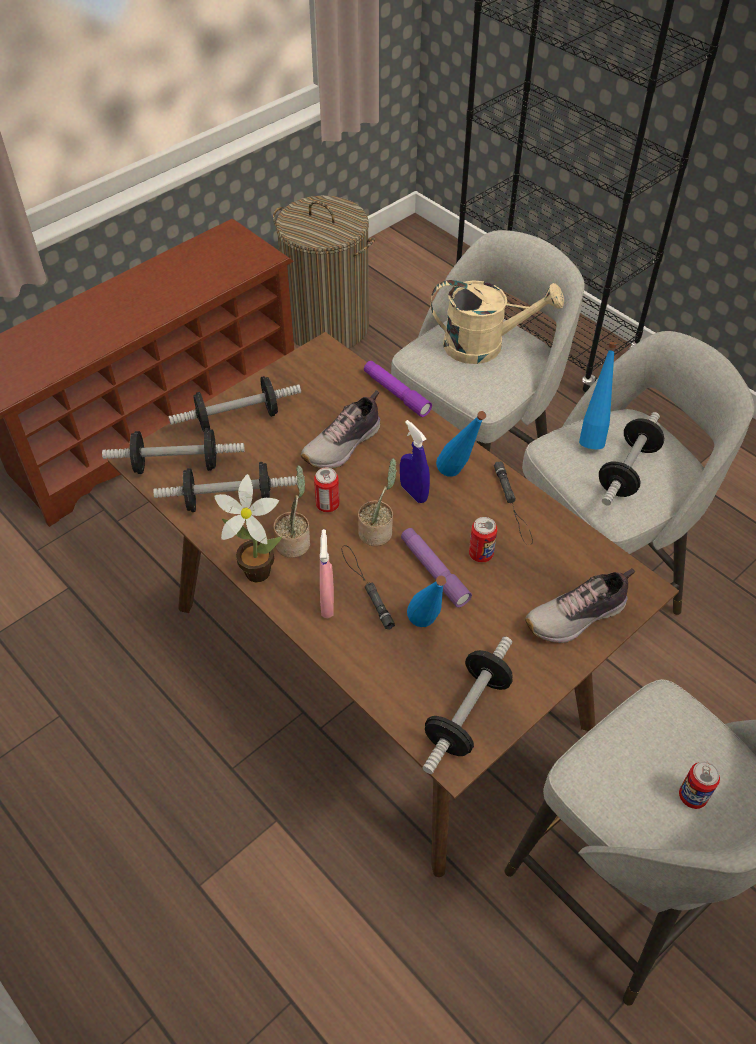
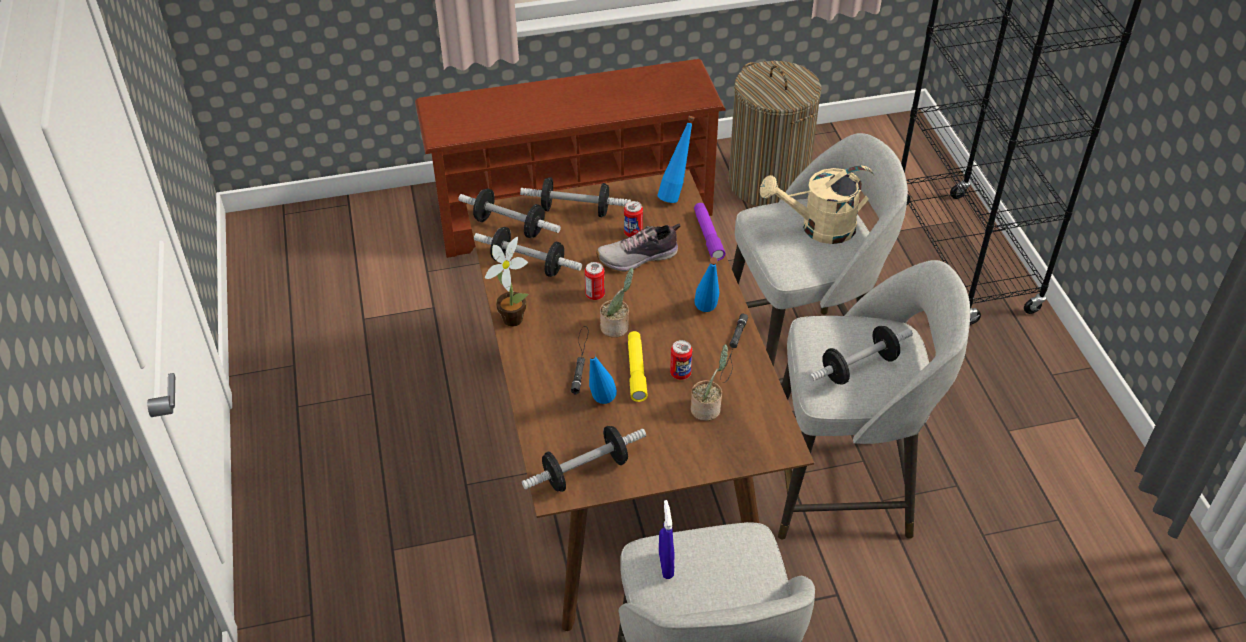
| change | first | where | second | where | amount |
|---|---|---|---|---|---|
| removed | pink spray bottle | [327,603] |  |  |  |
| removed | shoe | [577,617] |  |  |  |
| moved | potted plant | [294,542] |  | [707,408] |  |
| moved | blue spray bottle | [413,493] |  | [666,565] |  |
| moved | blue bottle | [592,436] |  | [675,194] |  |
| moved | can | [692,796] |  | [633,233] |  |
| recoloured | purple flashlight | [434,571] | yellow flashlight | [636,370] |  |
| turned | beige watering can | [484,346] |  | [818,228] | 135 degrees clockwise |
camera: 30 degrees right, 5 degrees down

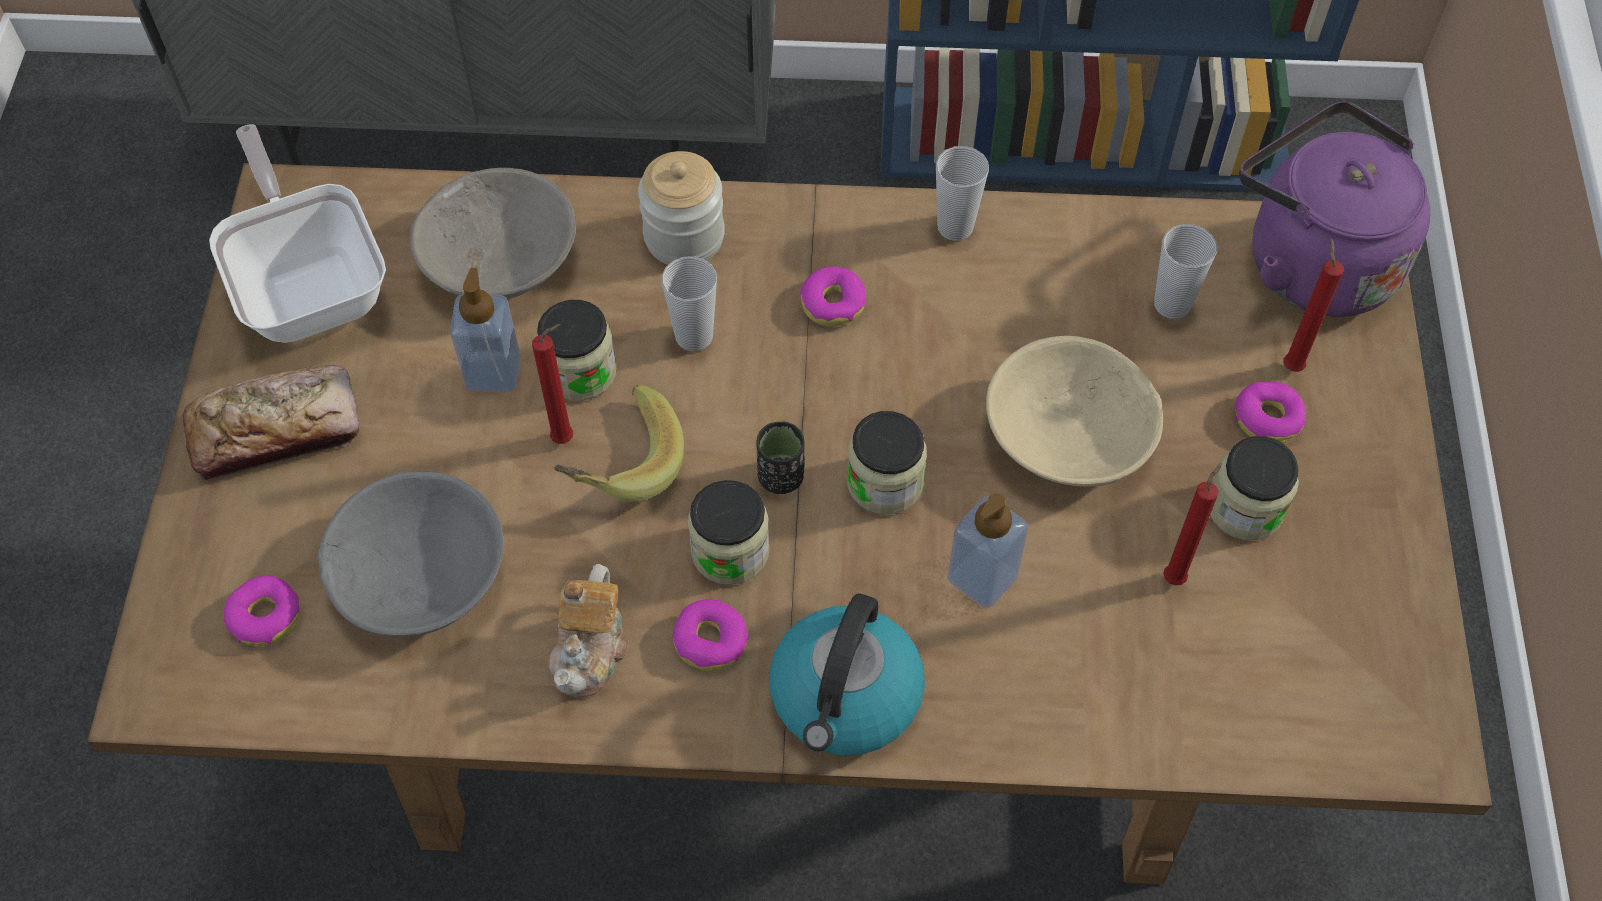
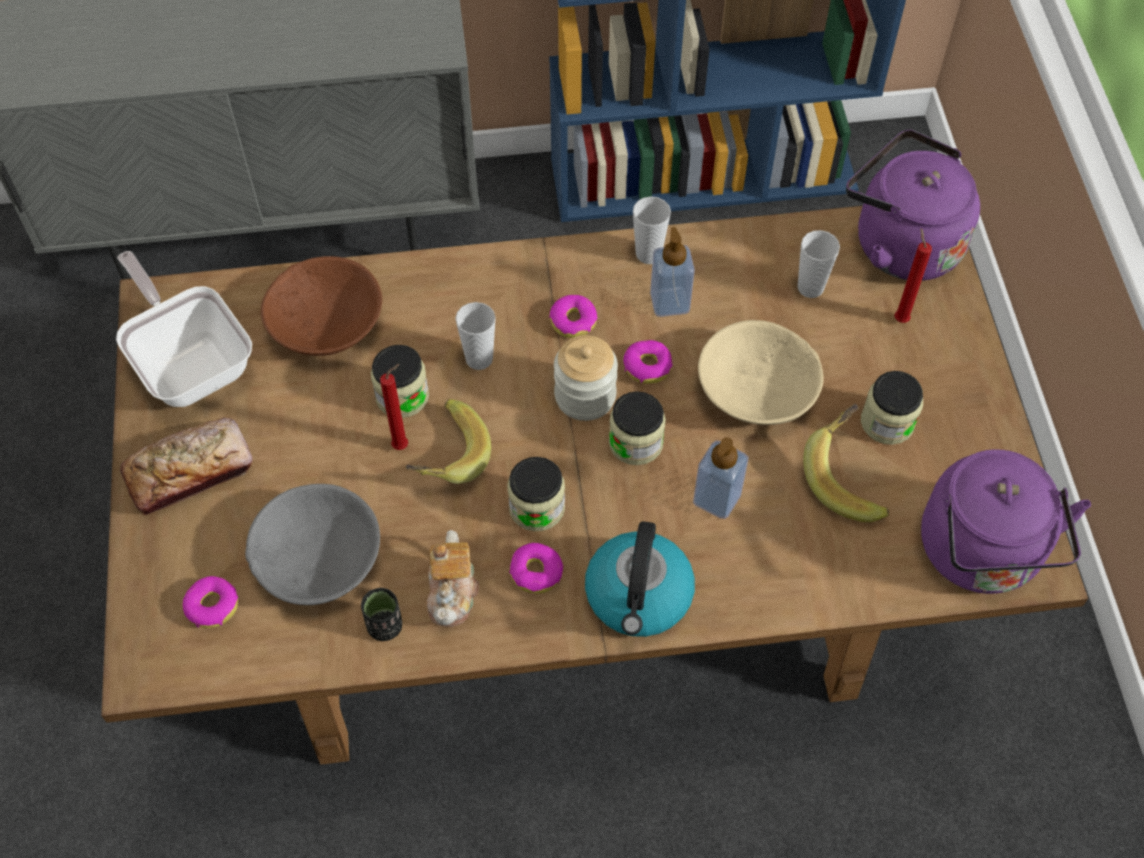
| change | first | where | second | where | amount |
|---|---|---|---|---|---|
| added |  |  | purple kettle | [982,555] |  |
| moved | soap dispenser | [493,372] |  | [669,302] |  |
| moved | jar | [684,237] |  | [585,396] |  |
| moved | black cup | [781,476] |  | [385,626] |  |
| moved | donut | [1267,418] |  | [647,366] |  |
| replaced | red candle | [1176,576] | banana | [849,477] |  |
| recoloured | grey bowl | [500,260] | brown bowl | [326,324] |  |
camera: 10 degrees left, 0 degrees up

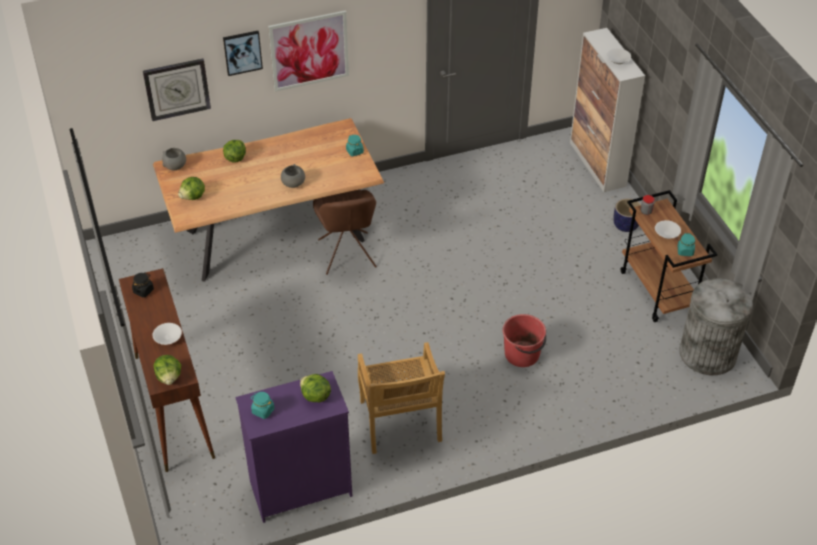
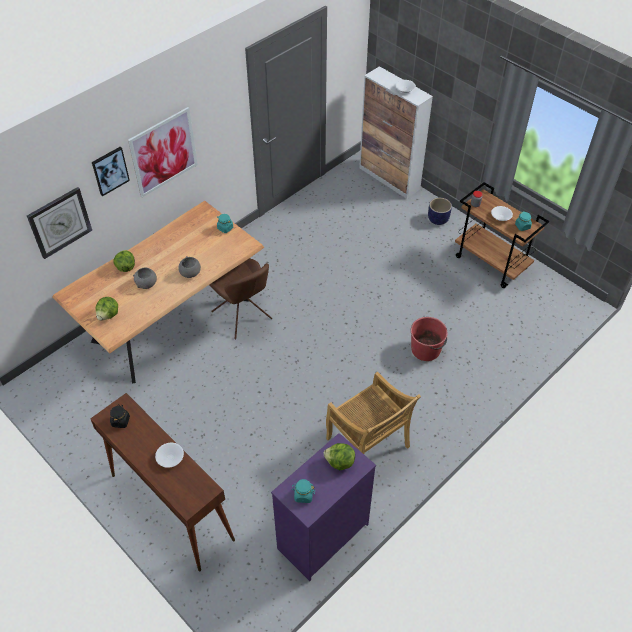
| change | first | where | second | where | amount |
|---|---|---|---|---|---|
| removed | lettuce | [169,377] |  |  |  |
| removed | grey trash can | [708,353] |  |  |  |
| moved | grey bowl | [175,166] |  | [147,284] |  |
camera: 25 degrees left, 5 degrees up

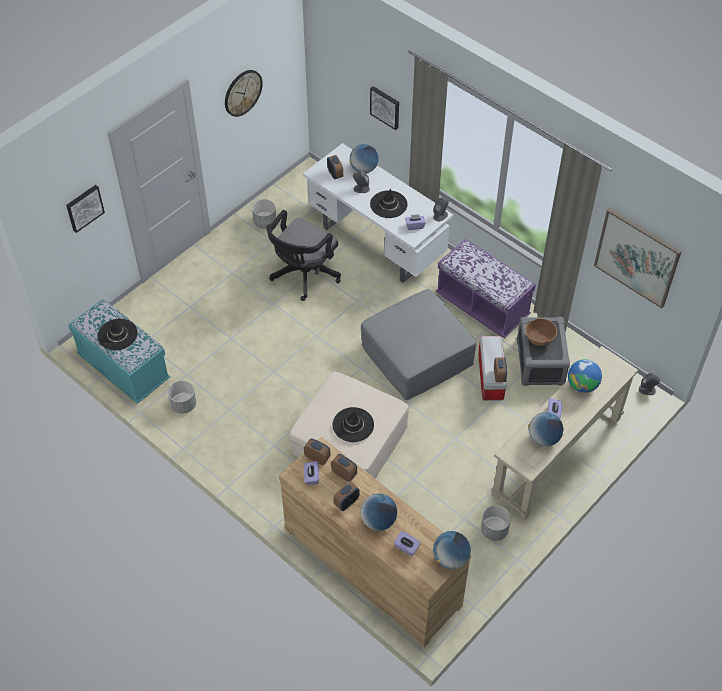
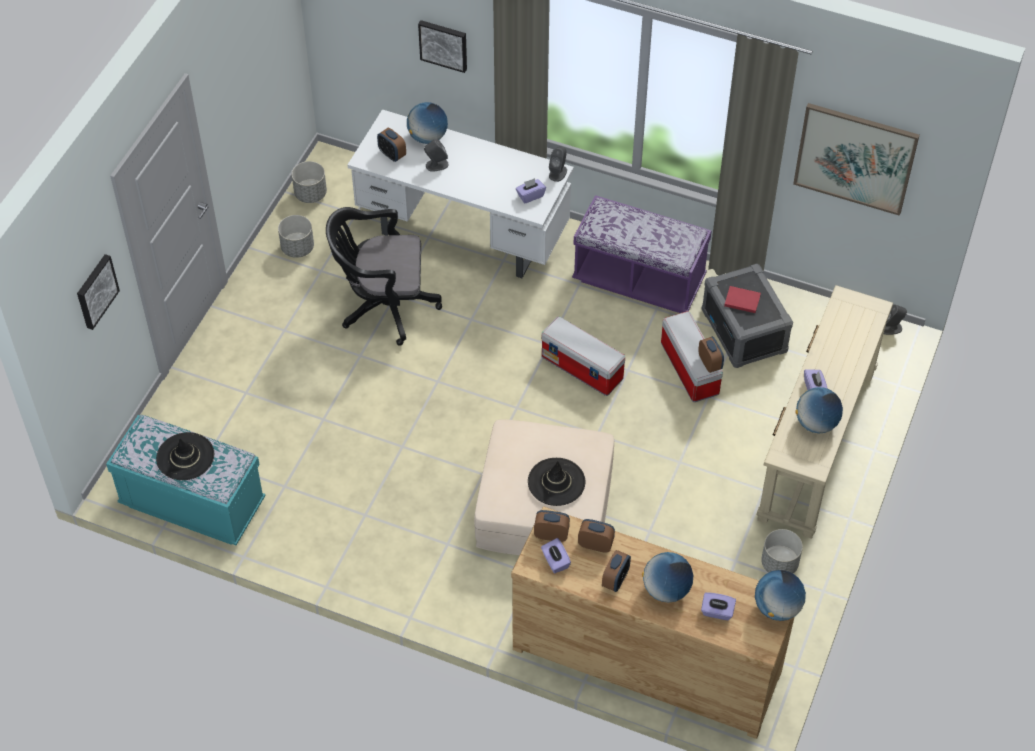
| change | first | where | second | where | amount |
|---|---|---|---|---|---|
| removed | wall clock | [242,92] |  |  |  |
| removed | black hat | [388,204] |  |  |  |
| removed | globe | [582,385] |  |  |  |
| moved | grey planter | [183,404] |  | [310,194] |  |
| replaced | grey ottoman | [417,355] | storage box | [583,368] |  |
| replaced | brown bowl | [539,338] | red book | [741,300] |  |
| turned | black office chair | [303,275] |  | [383,306] | 75 degrees clockwise |
camera: 20 degrees left, 0 degrees up

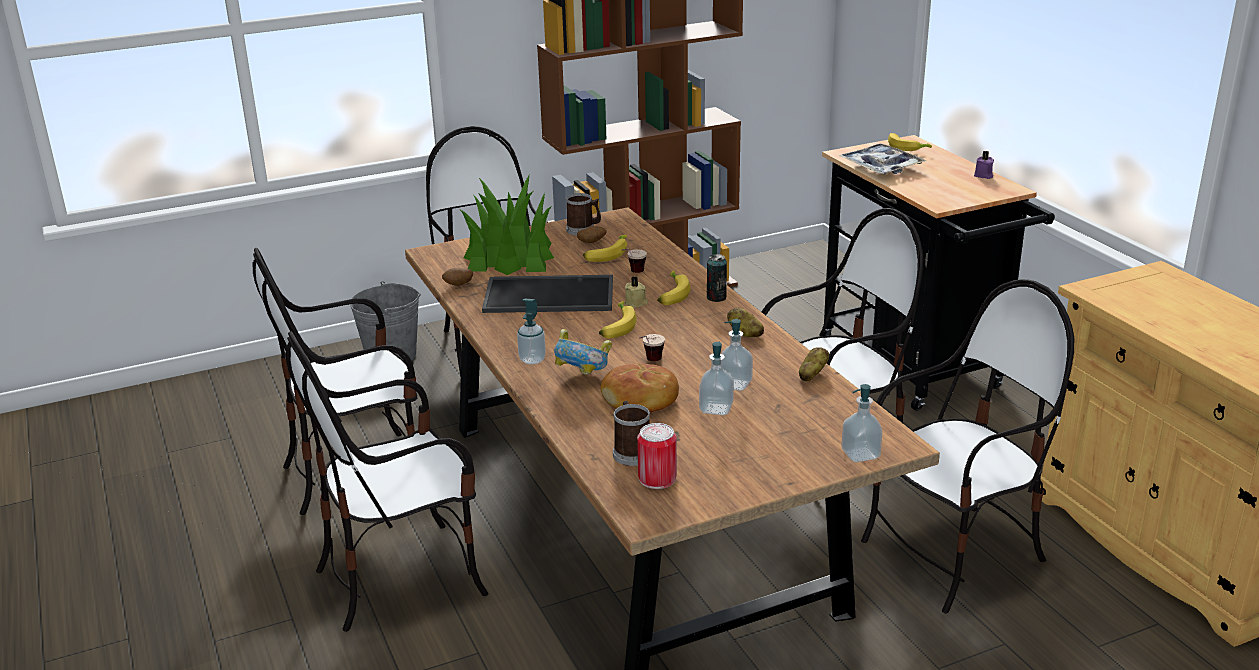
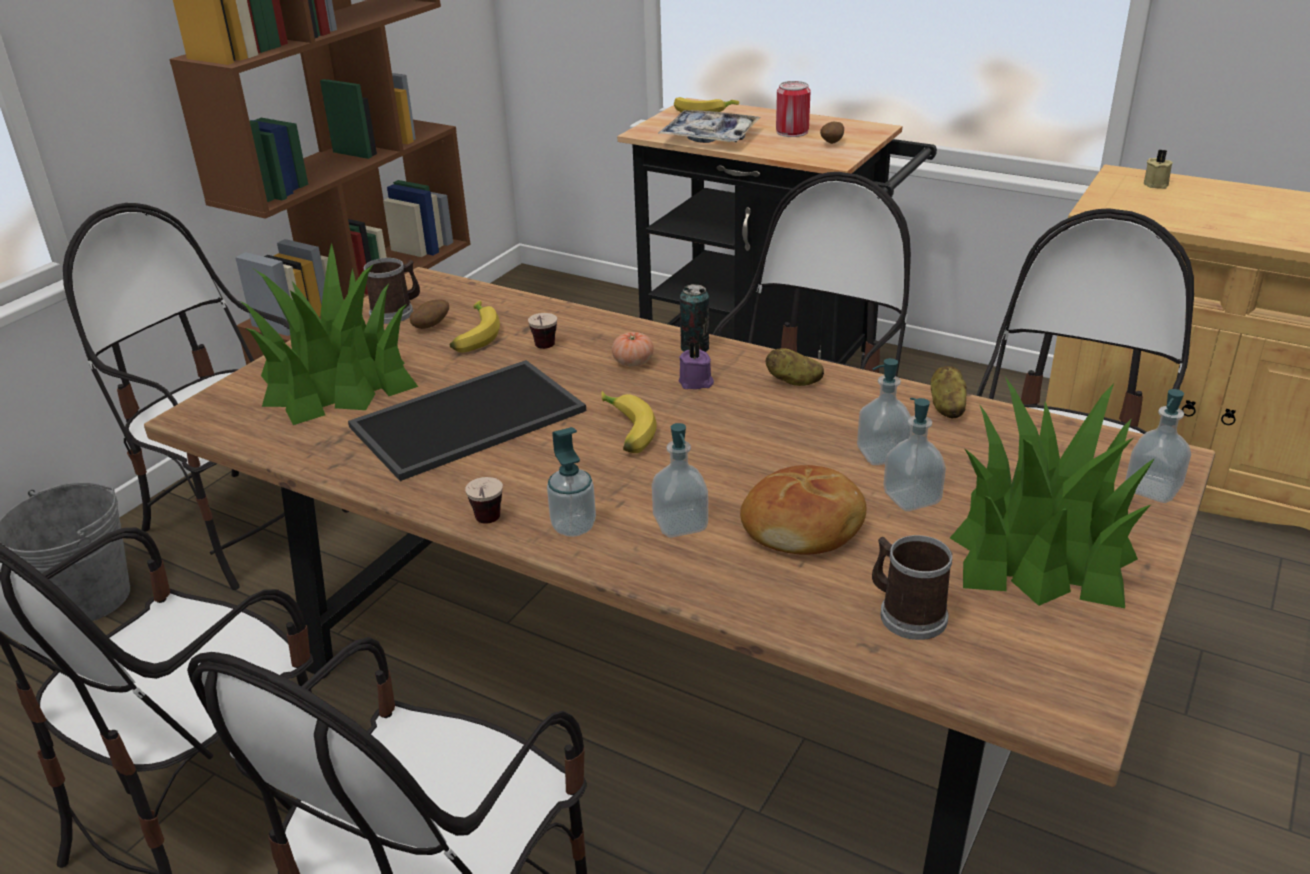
| change | first | where | second | where | amount |
|---|---|---|---|---|---|
| added |  |  | potted plant | [1041,546] |  |
| moved | potato | [458,285] |  | [832,143] |  |
| moved | beige candle | [636,303] |  | [1157,184] |  |
| moved | can | [657,478] |  | [792,132] |  |
| moved | cup | [649,362] |  | [487,526] |  |
| moved | purple candle | [983,175] |  | [696,383] |  |
| replaced | bowl | [582,377] | soap dispenser | [680,524] |  |
| replaced | banana | [671,294] | tomato | [633,362] |  |
camera: 35 degrees left, 5 degrees up

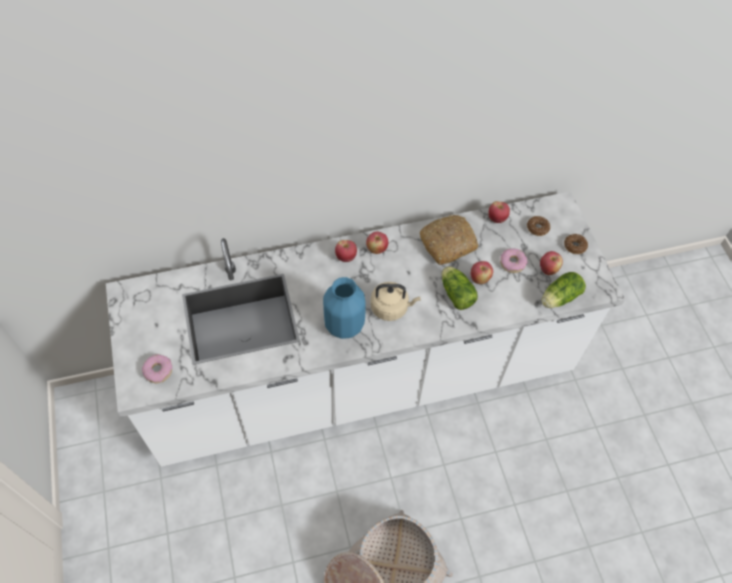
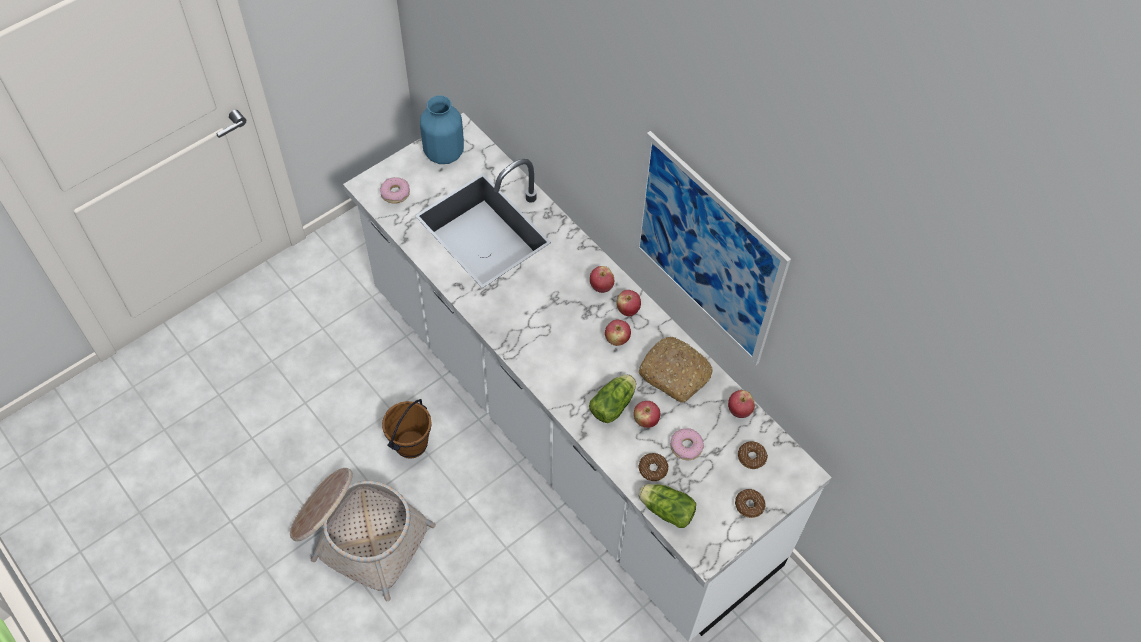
| change | first | where | second | where | amount |
|---|---|---|---|---|---|
| removed | beige kettle | [391,308] |  |  |  |
| added |  |  | brown bucket | [411,444] |  |
| added |  |  | picture | [706,251] |  |
| added |  |  | donut | [653,469] |  |
| moved | blue vase | [343,325] |  | [443,153] |  |
| moved | apple | [548,269] |  | [617,339] |  |
camera: 65 degrees right, 0 degrees up

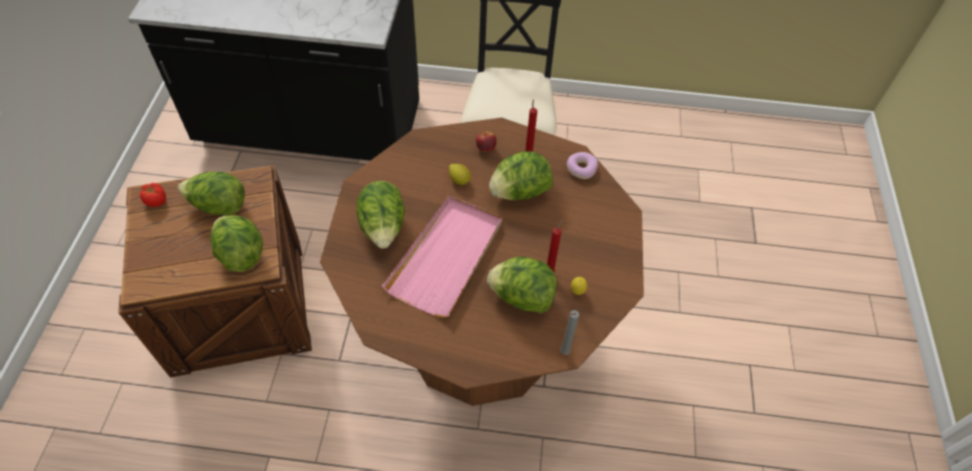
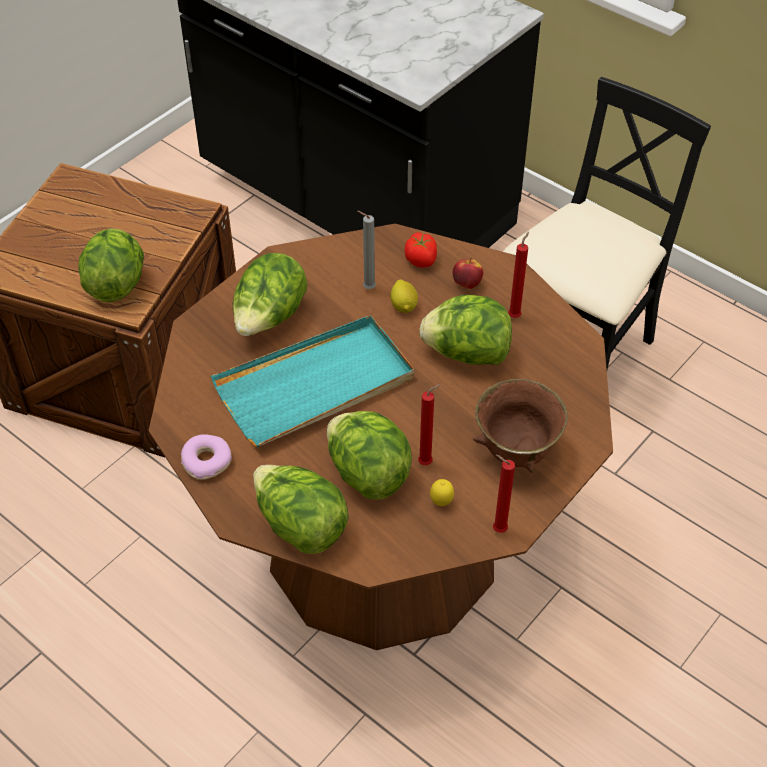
| change | first | where | second | where | amount |
|---|---|---|---|---|---|
| added |  |  | brown bowl | [515,453] |  |
| added |  |  | red candle | [497,529] |  |
| moved | tomato | [156,201] |  | [421,260] |  |
| moved | lettuce | [218,206] |  | [300,526] |  |
| moved | grey candle | [563,352] |  | [367,288] |  |
| moved | donut | [581,168] |  | [206,461] |  |
| recoloured | pink tray | [447,257] | turquoise tray | [316,385] |  |
camera: 35 degrees right, 5 degrees down

